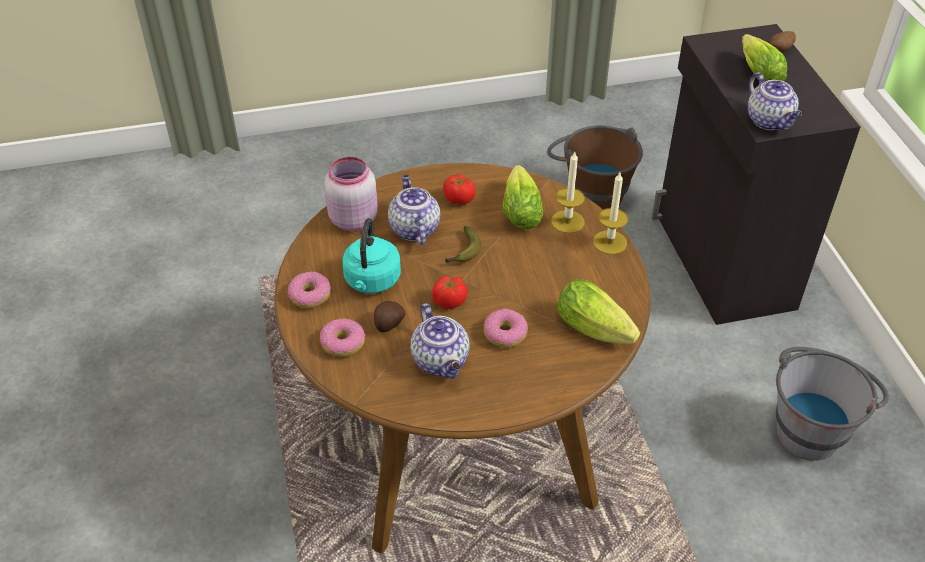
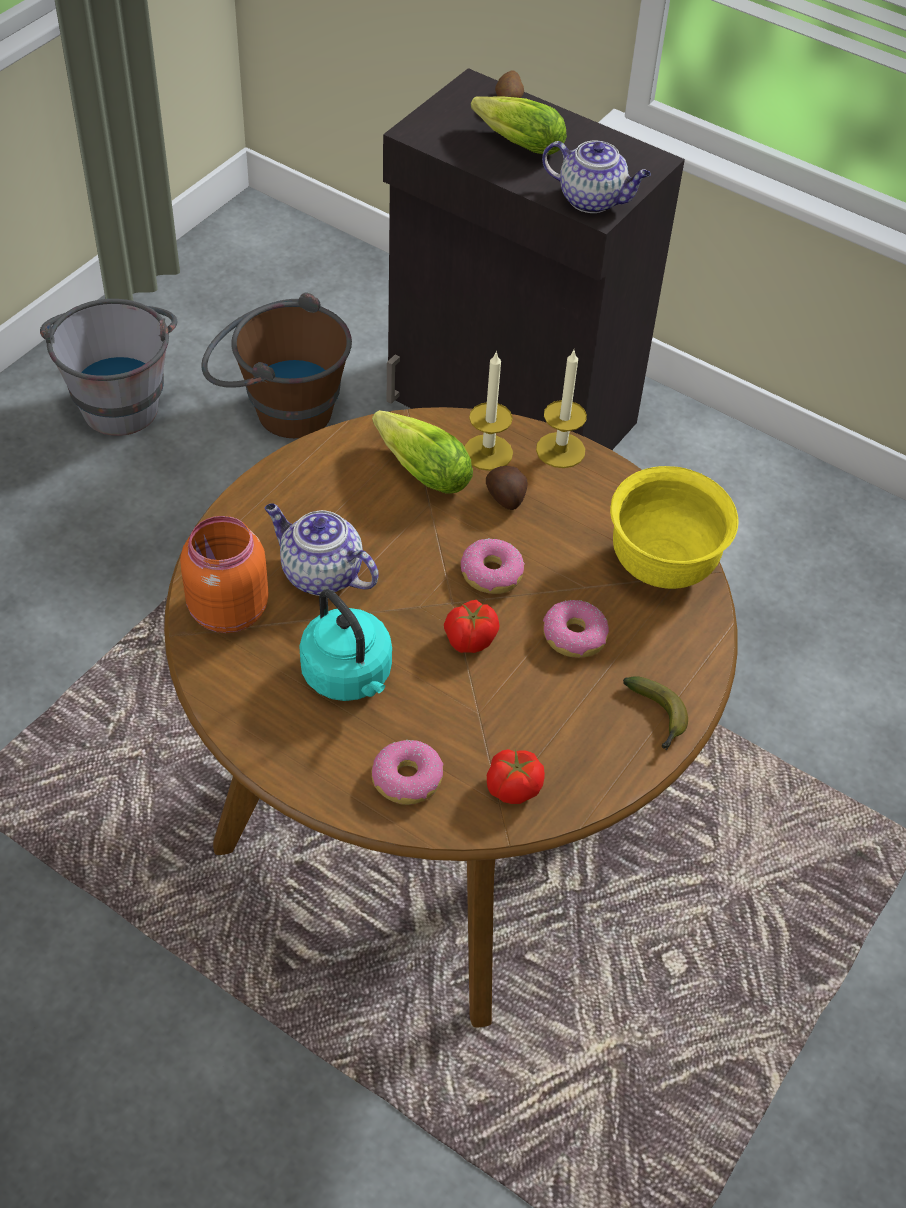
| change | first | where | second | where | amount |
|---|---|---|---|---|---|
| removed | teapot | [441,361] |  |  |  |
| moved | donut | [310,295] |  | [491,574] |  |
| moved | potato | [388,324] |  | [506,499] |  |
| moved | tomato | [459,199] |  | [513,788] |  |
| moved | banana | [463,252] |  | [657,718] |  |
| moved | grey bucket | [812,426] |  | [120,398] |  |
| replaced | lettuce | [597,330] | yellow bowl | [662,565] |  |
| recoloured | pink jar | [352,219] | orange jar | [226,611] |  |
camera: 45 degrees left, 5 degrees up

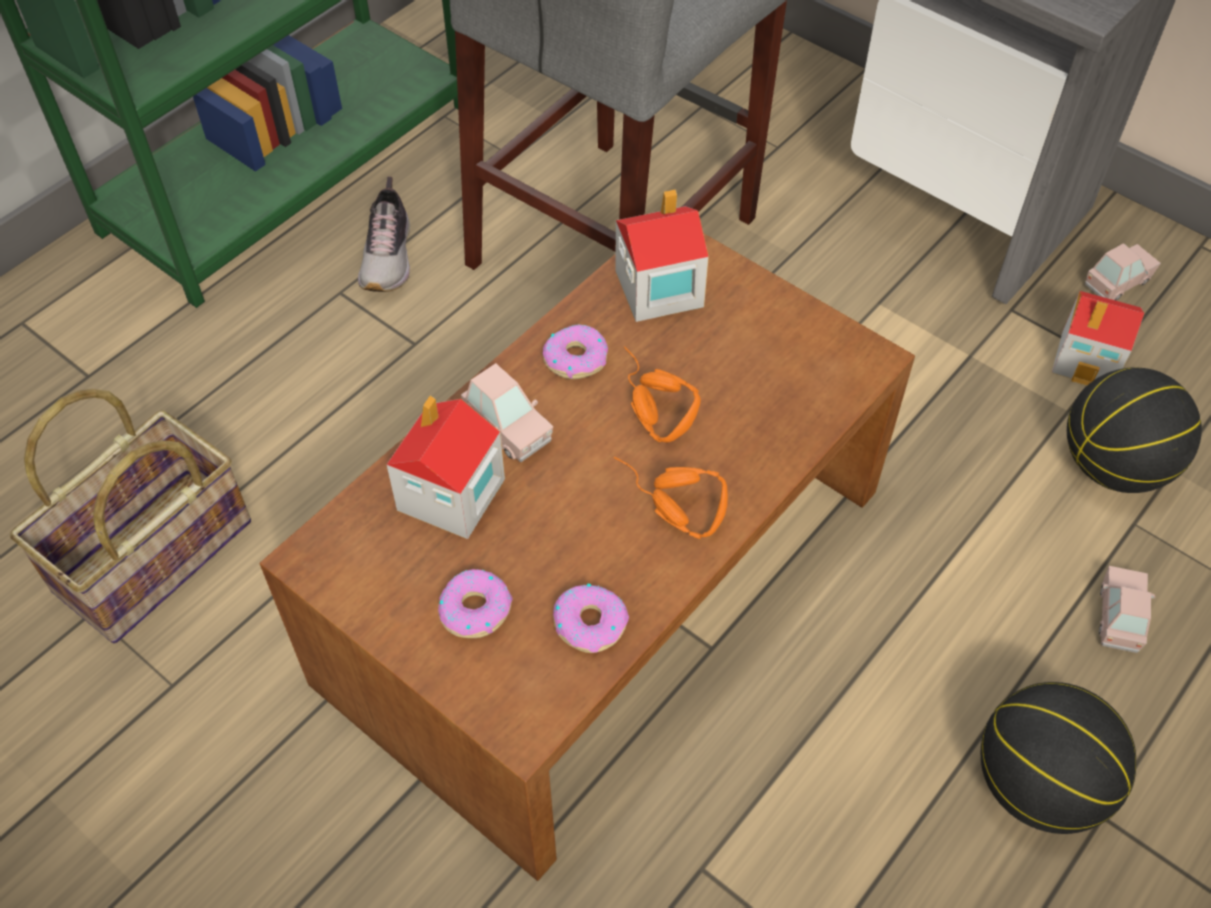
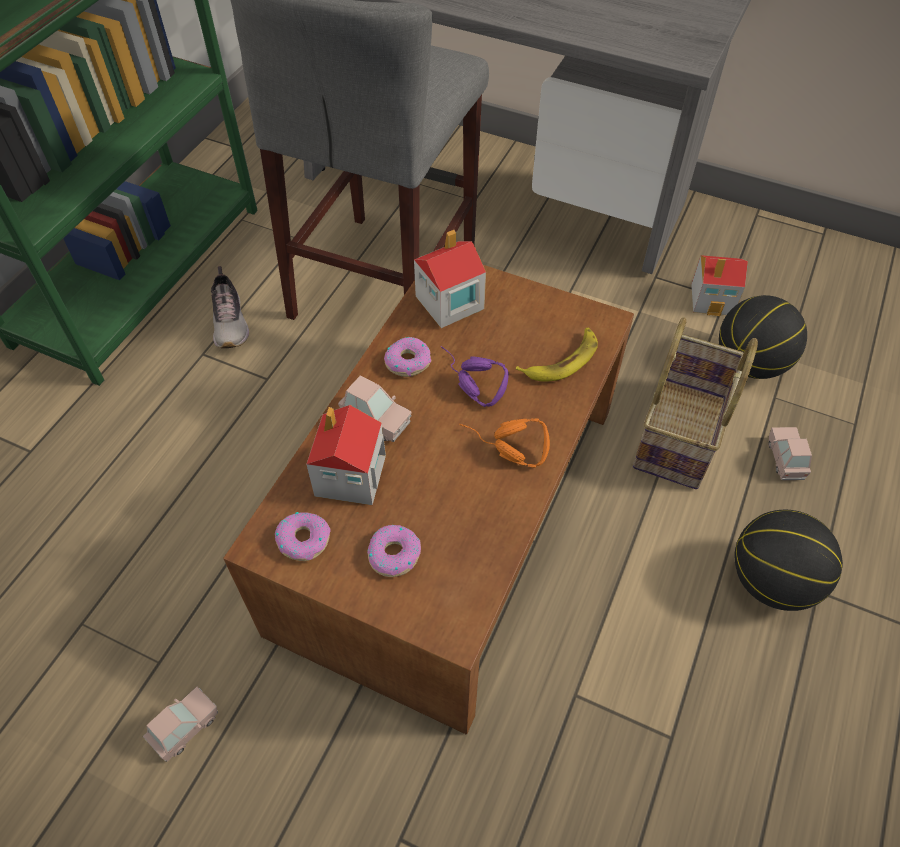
| change | first | where | second | where | amount |
|---|---|---|---|---|---|
| added |  |  | banana | [562,360] |  |
| moved | basket | [155,559] |  | [681,434] |  |
| moved | donut | [590,623] |  | [303,540] |  |
| moved | pink toy car | [1118,282] |  | [185,728] |  |
| recoloured | orange headphones | [646,404] | purple headphones | [467,383] |  |
camera: 15 degrees left, 0 degrees up

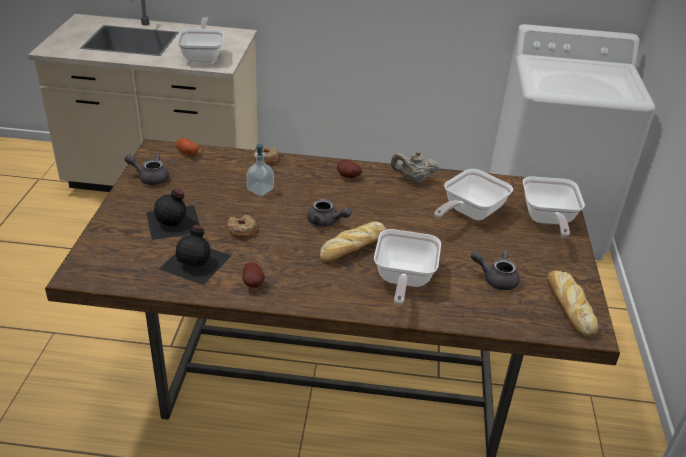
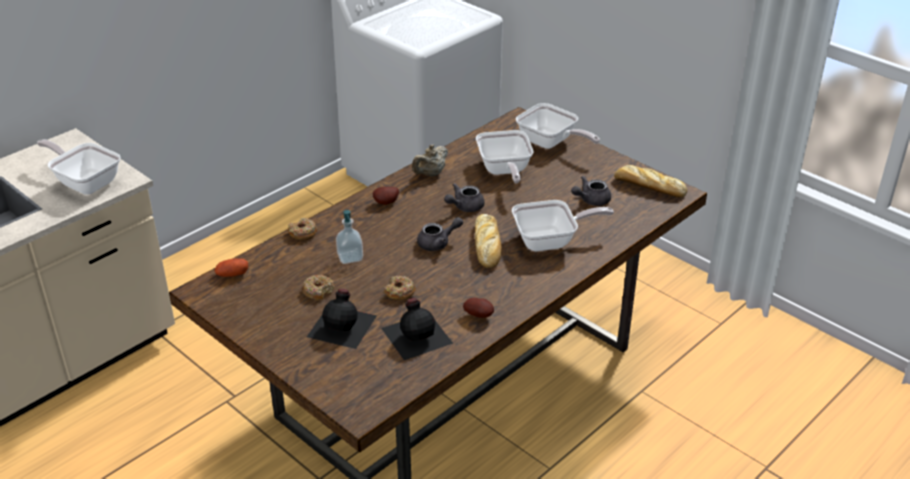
| change | first | where | second | where | amount |
|---|---|---|---|---|---|
| added |  |  | donut | [318,291] |  |
| moved | grey teapot | [150,177] |  | [464,207] |  |
| turned | frying pan | [403,280] |  | [550,241] | 60 degrees counterclockwise |
camera: 50 degrees left, 0 degrees up

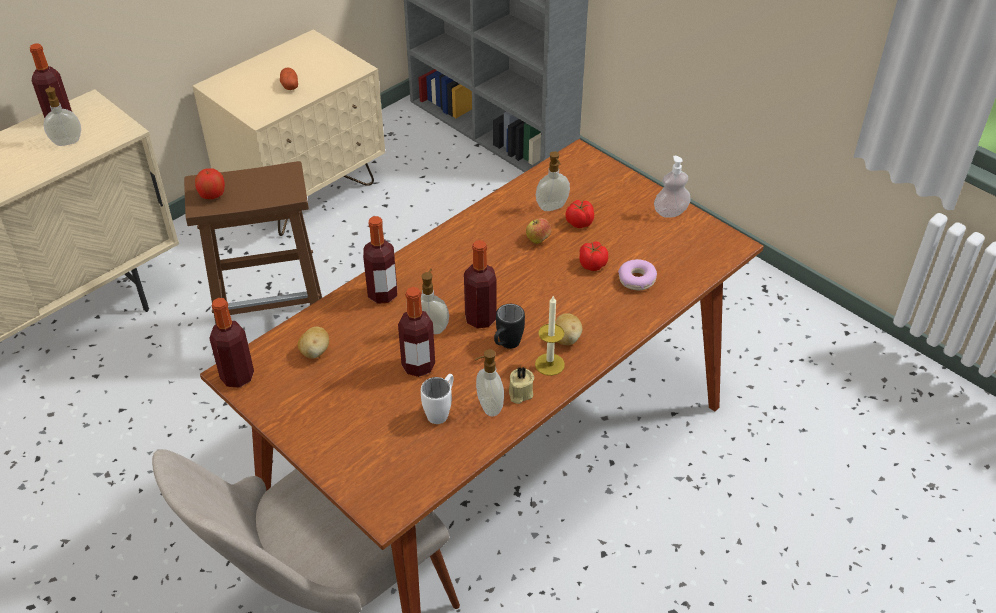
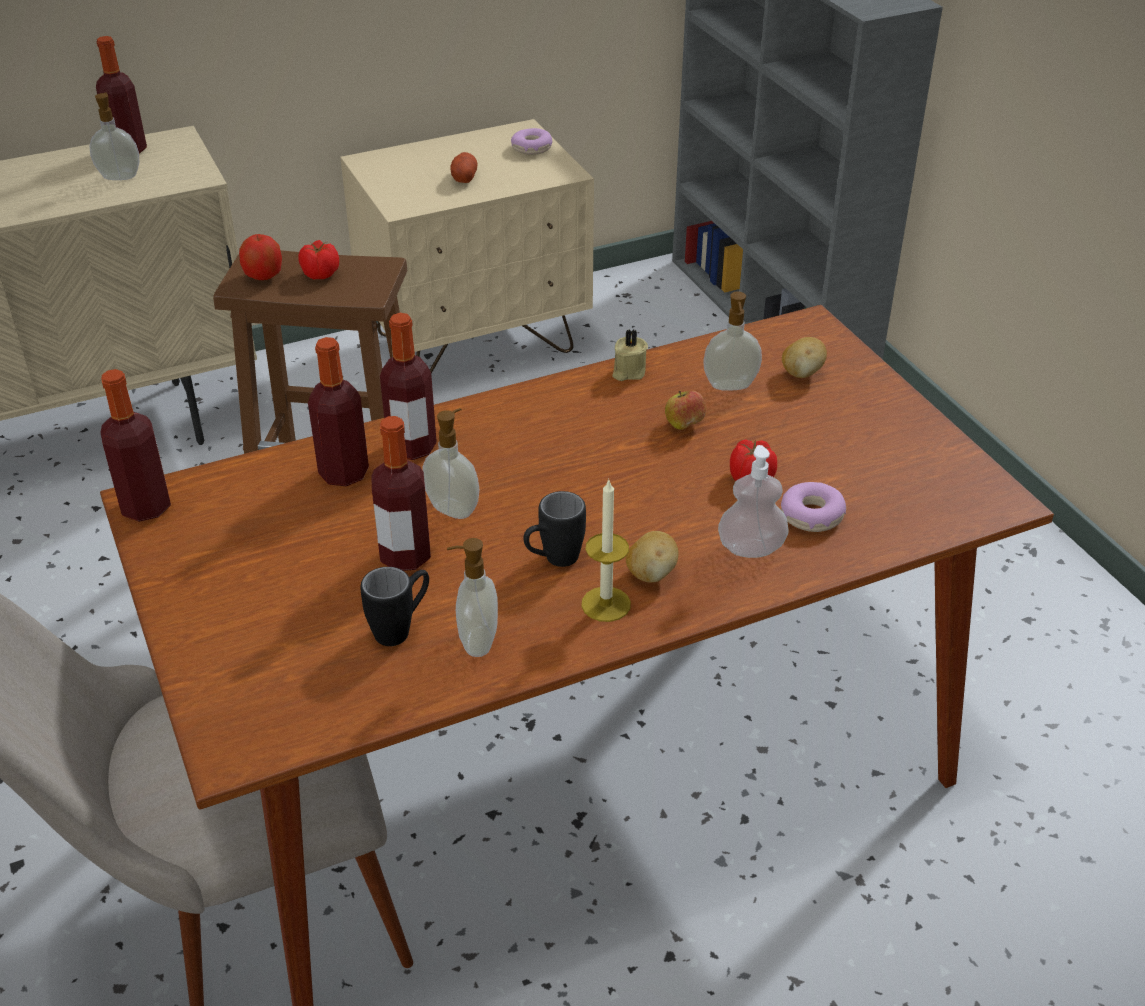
| change | first | where | second | where | amount |
|---|---|---|---|---|---|
| added |  |  | donut | [532,148] |  |
| moved | potato | [315,352] |  | [802,373] |  |
| moved | bottle | [480,318] |  | [344,473] |  |
| moved | beige candle | [519,393] |  | [628,372] |  |
| moved | tomato | [579,222] |  | [320,274] |  |
| moved | soap dispenser | [670,212] |  | [751,548] |  |
| recoloured | white mug | [441,411] | black mug | [401,628] |  |
camera: 20 degrees right, 5 degrees down

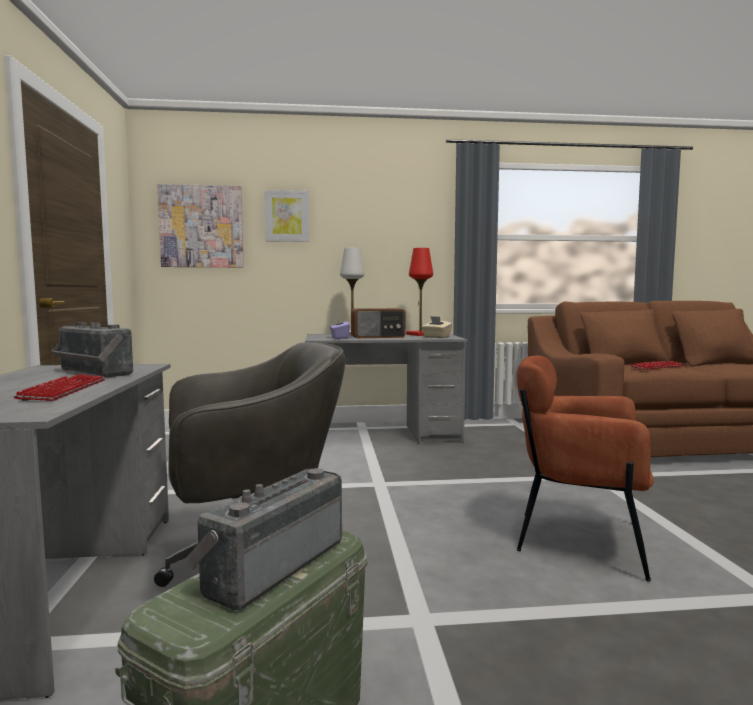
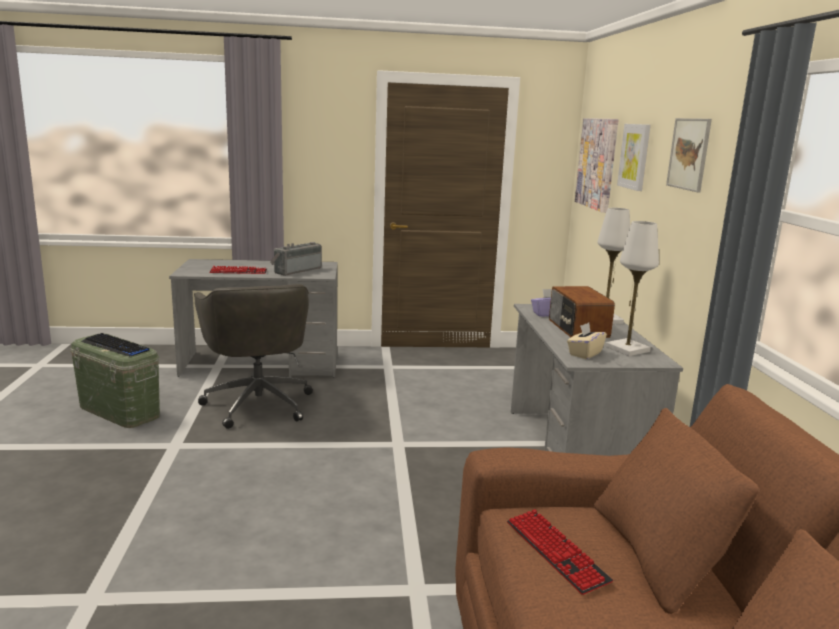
| change | first | where | second | where | amount |
|---|---|---|---|---|---|
| removed | brown armchair | [579,540] |  |  |  |
| added |  |  | picture | [689,154] |  |
| replaced | radio | [271,565] | keyboard | [115,346] |  |
| recoloured | red table lamp | [420,334] | white table lamp | [627,349] |  |
camera: 90 degrees right, 10 degrees up

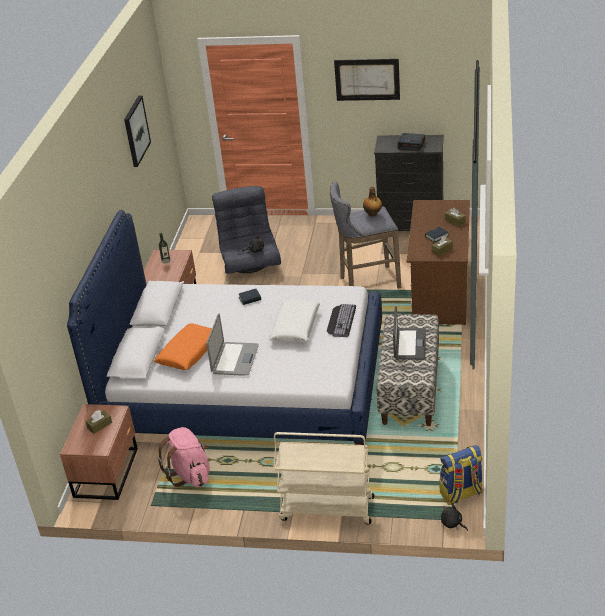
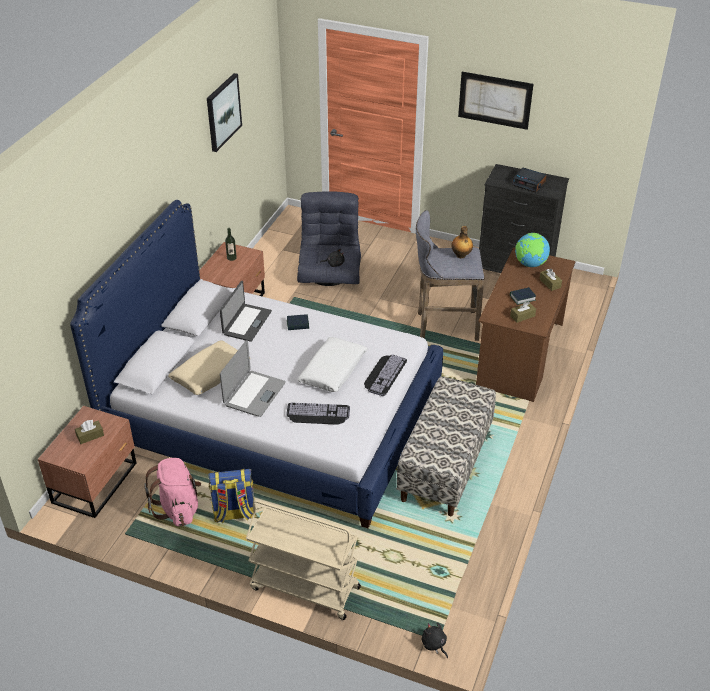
| change | first | where | second | where | amount |
|---|---|---|---|---|---|
| added |  |  | keyboard | [317,414] |  |
| added |  |  | globe | [530,264] |  |
| moved | laptop | [409,344] |  | [246,323] |  |
| moved | backpack | [461,494] |  | [234,513] |  |
| recoloured | orange pillow | [189,352] | beige pillow | [210,374] |  |
camera: 10 degrees right, 5 degrees up

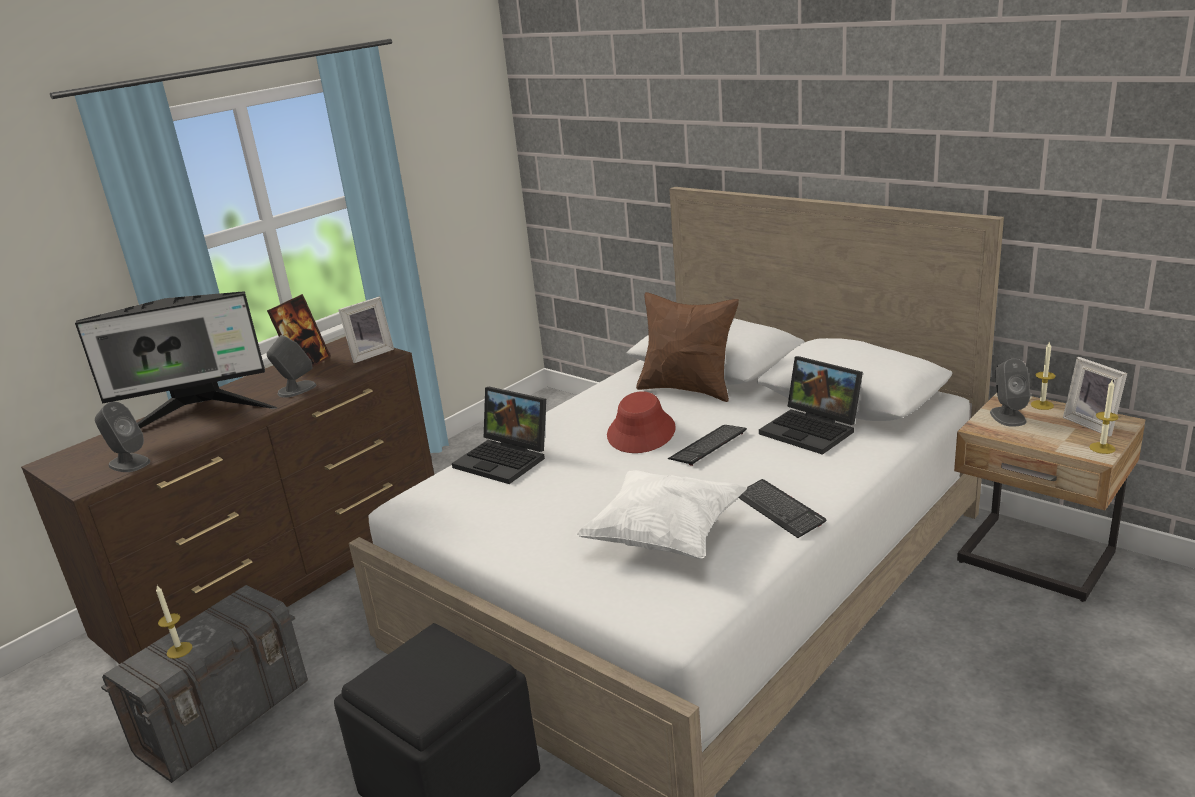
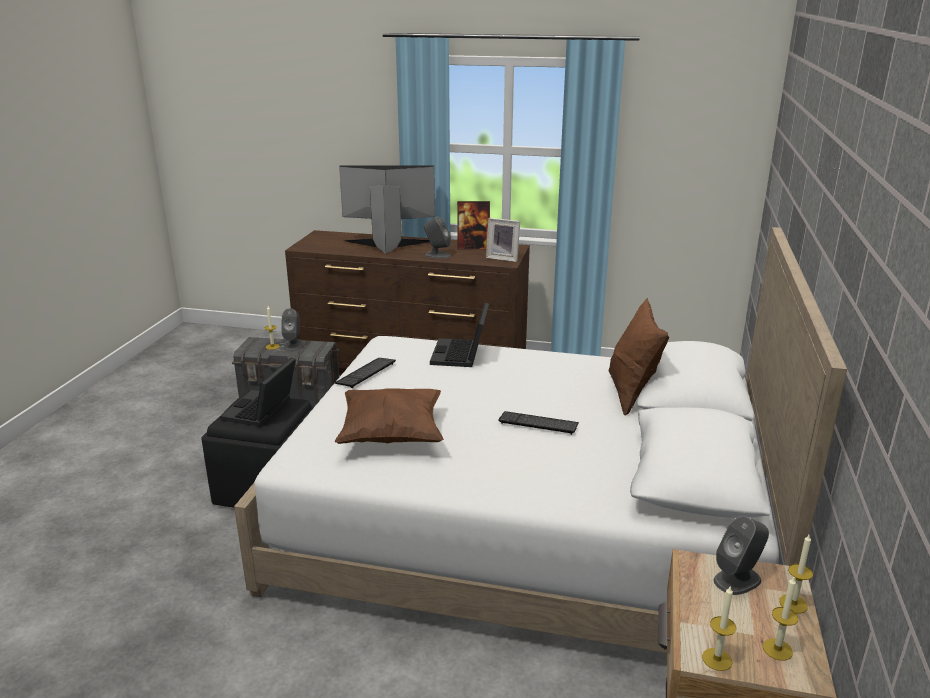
| change | first | where | second | where | amount |
|---|---|---|---|---|---|
| removed | red hat | [641,432] |  |  |  |
| moved | grey speaker | [129,463] |  | [293,345] |  |
| moved | keyboard | [779,510] |  | [365,373] |  |
| moved | laptop | [813,430] |  | [261,411] |  |
| replaced | picture frame | [1093,424] | candle | [777,649] |  |
| recoloured | white pillow | [665,537] | brown pillow | [392,435] |  |
| turned | monitor | [198,416] |  | [388,244] | 135 degrees clockwise |
camera: 60 degrees right, 0 degrees up

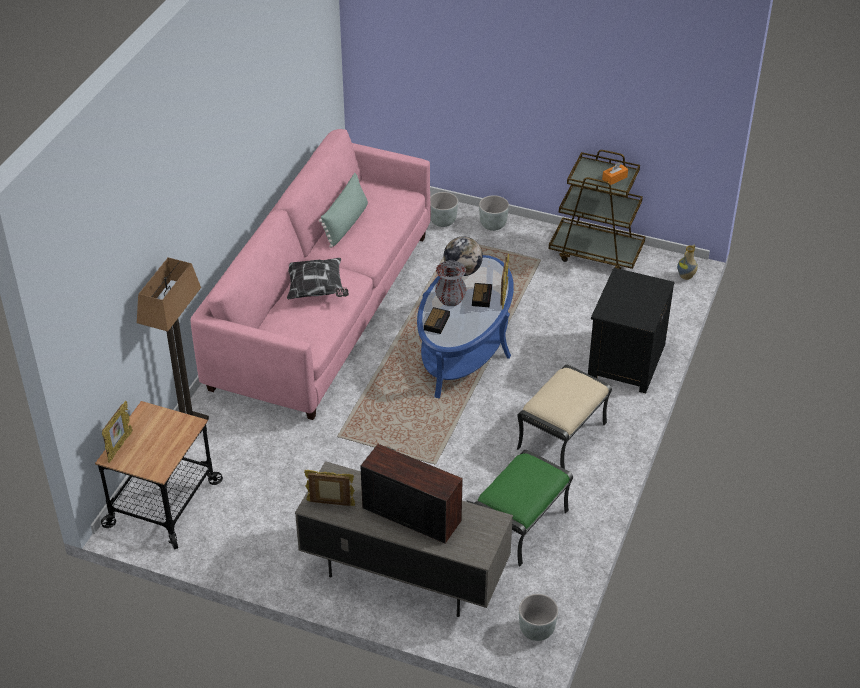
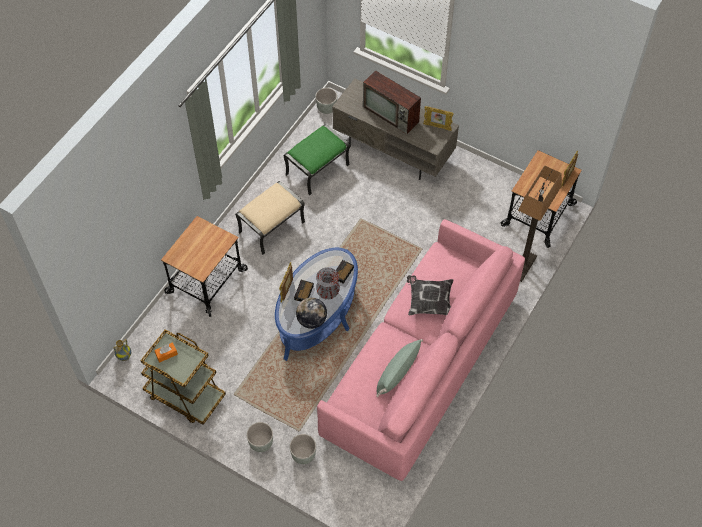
| change | first | where | second | where | amount |
|---|---|---|---|---|---|
| replaced | black nightstand | [625,361] | cart | [206,281] |  |
camera: 170 degrees left, 15 degrees up

